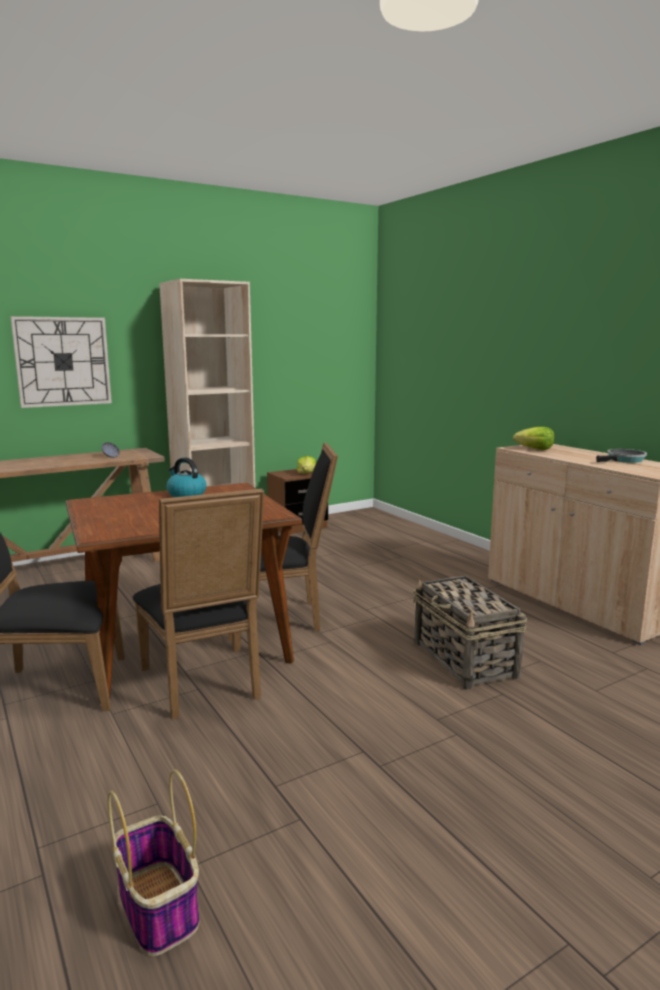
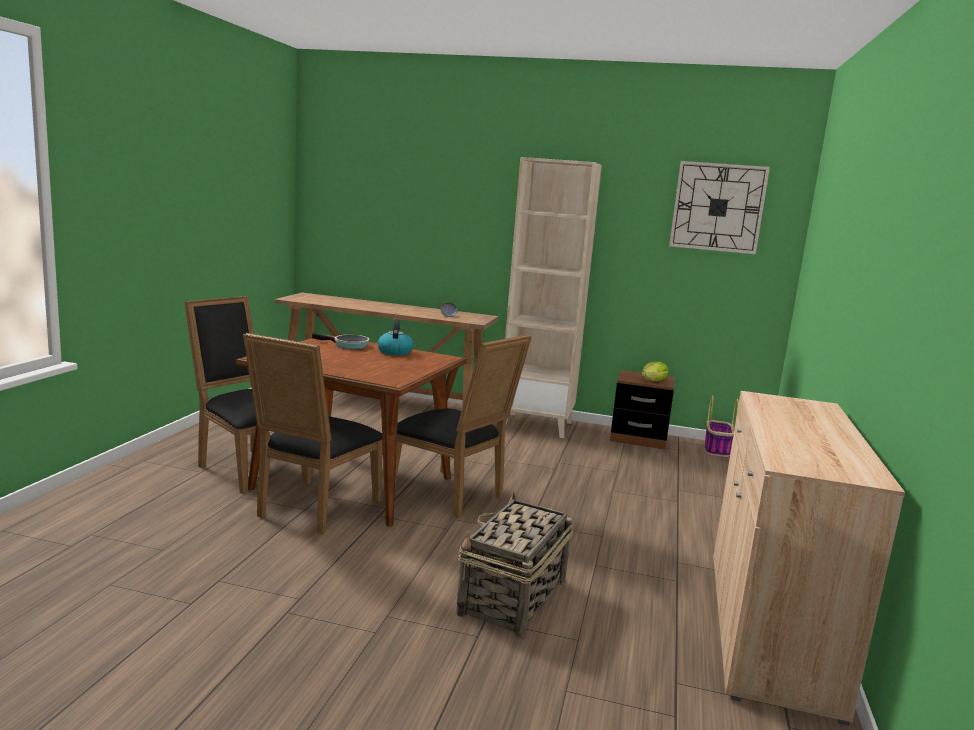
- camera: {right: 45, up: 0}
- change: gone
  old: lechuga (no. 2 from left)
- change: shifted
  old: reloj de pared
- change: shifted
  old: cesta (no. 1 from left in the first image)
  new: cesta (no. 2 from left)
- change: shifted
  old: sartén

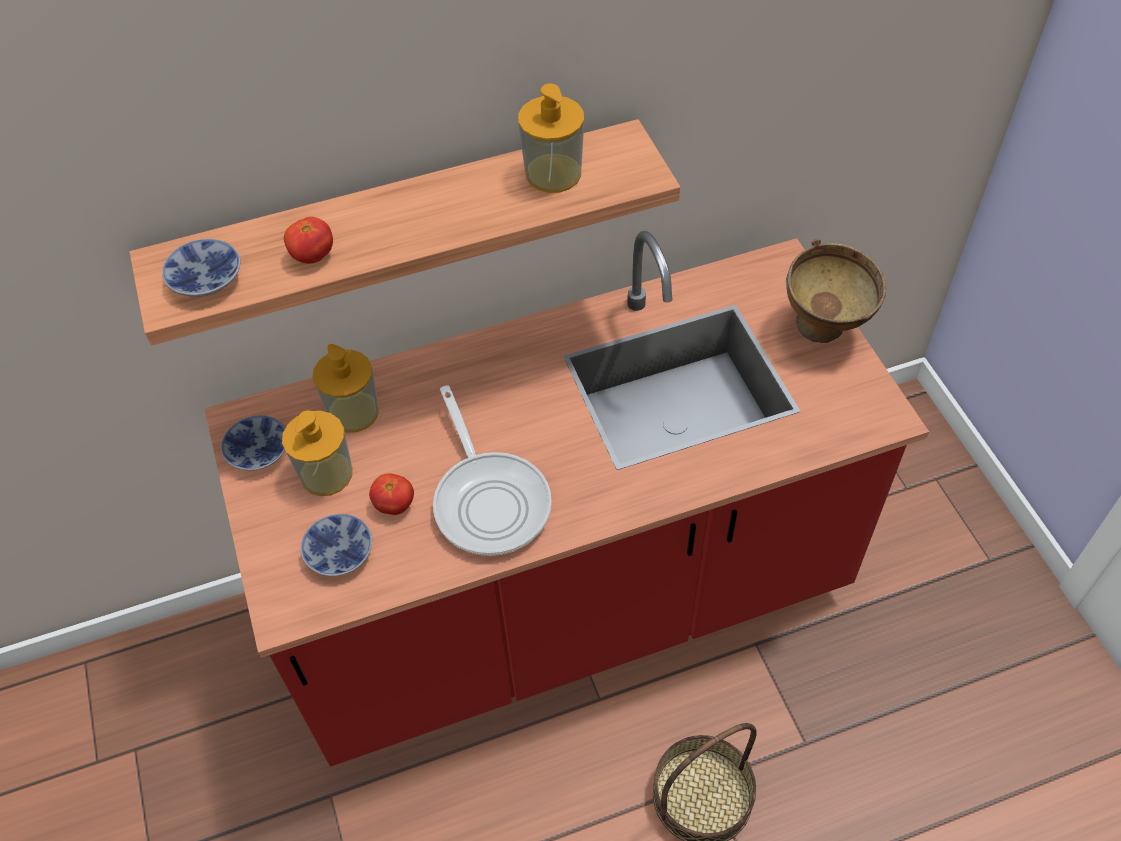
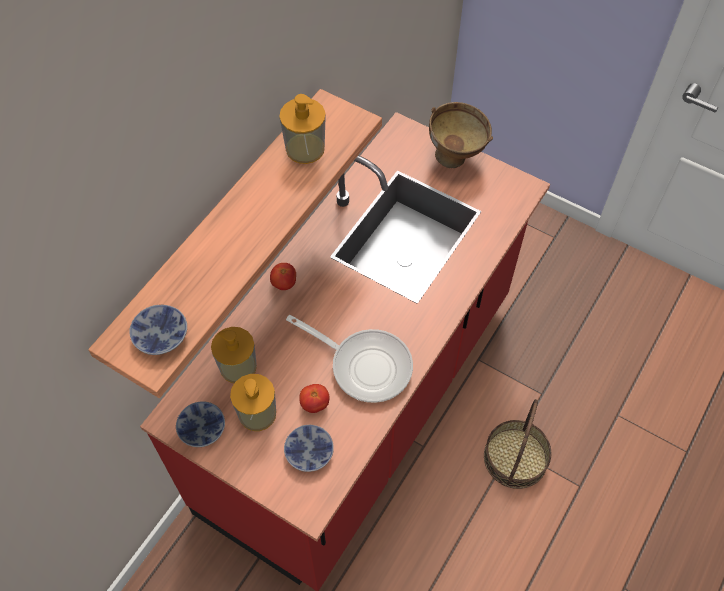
- camera: {right: -40, up: 5}
- change: shifted
  old: tomate (no. 1 from left)

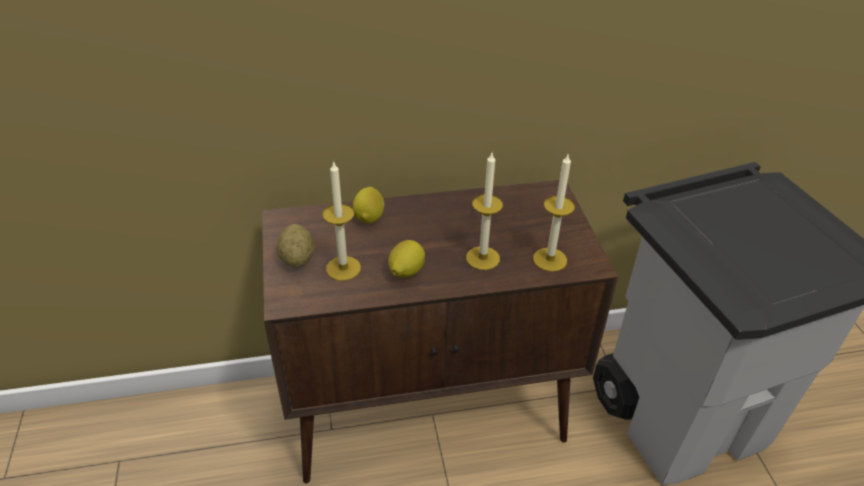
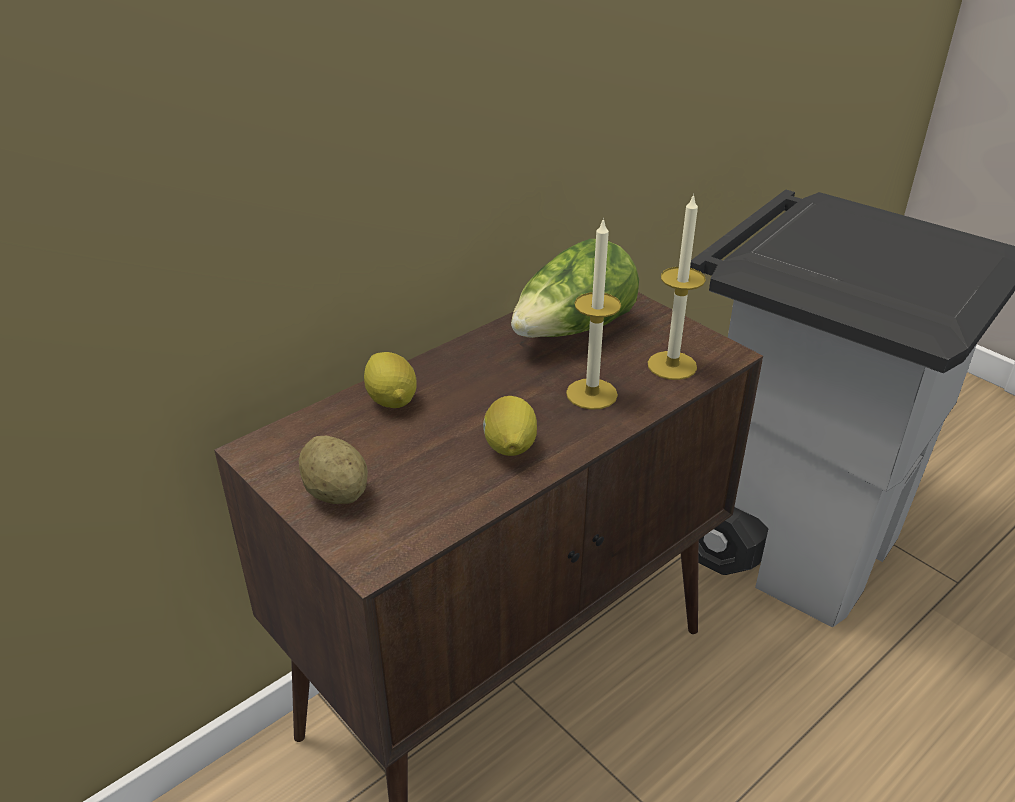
- camera: {right: -30, up: -5}
- change: gone
  old: vela (no. 1 from left)
- change: new
  new: lechuga

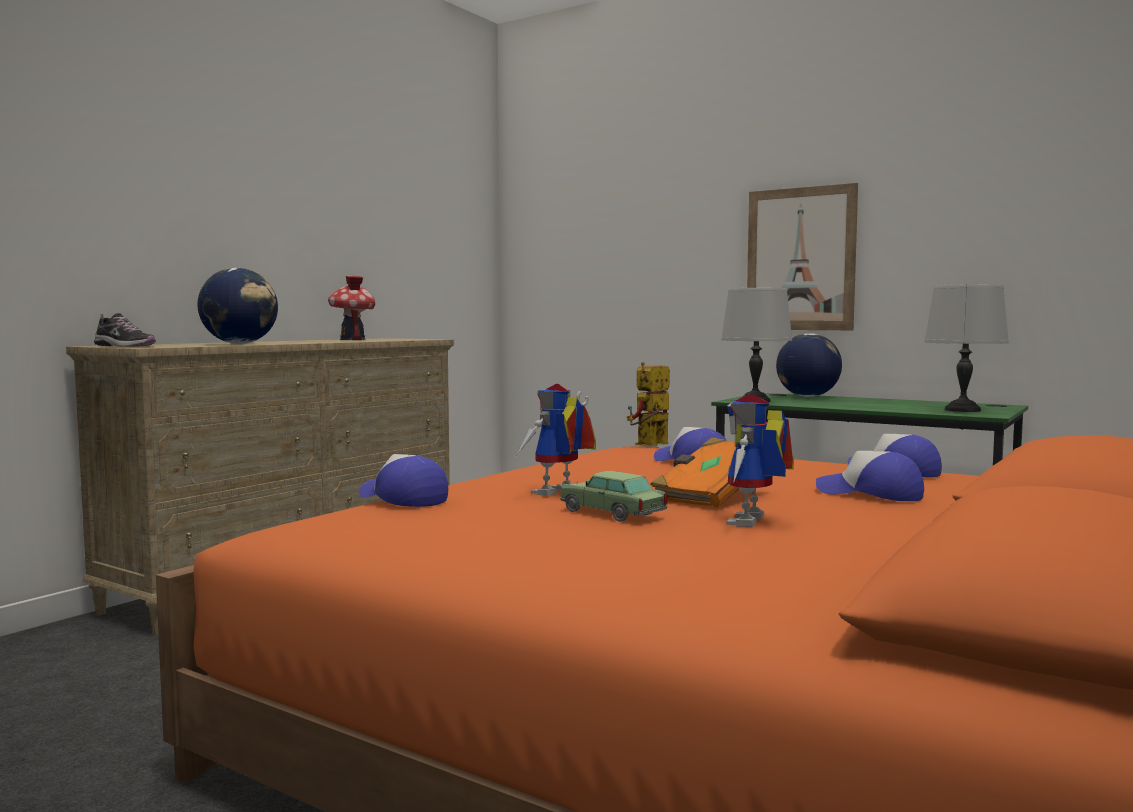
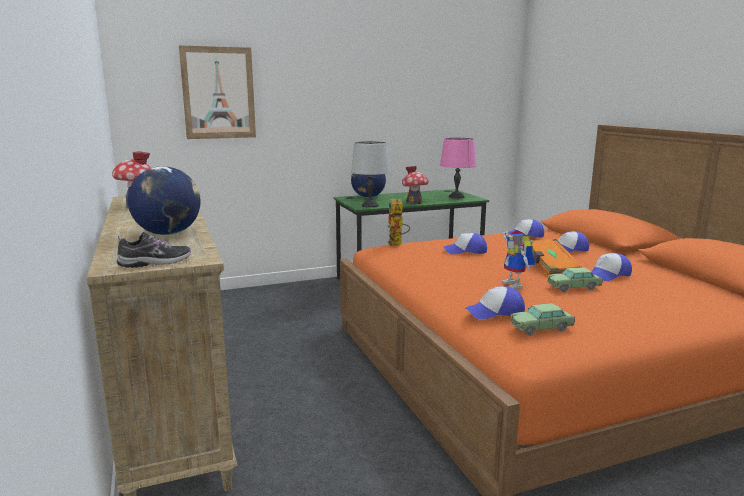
- camera: {right: -55, up: 10}
- change: new
  new: casita (no. 2 from left)
- change: new
  new: coche de juguete (no. 1 from left)
- change: shifted
  old: cuadro
- change: swapped
  old: robot de juguete (no. 3 from left)
  new: gorra (no. 5 from left)
- change: repainted
  old: lámpara de mesa [gris] (no. 2 from left)
  new: lámpara de mesa [rosa]

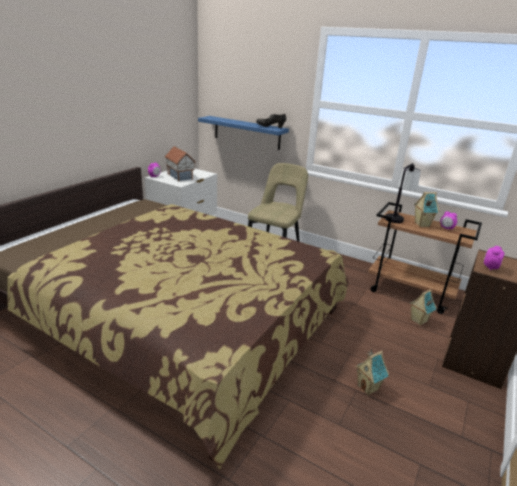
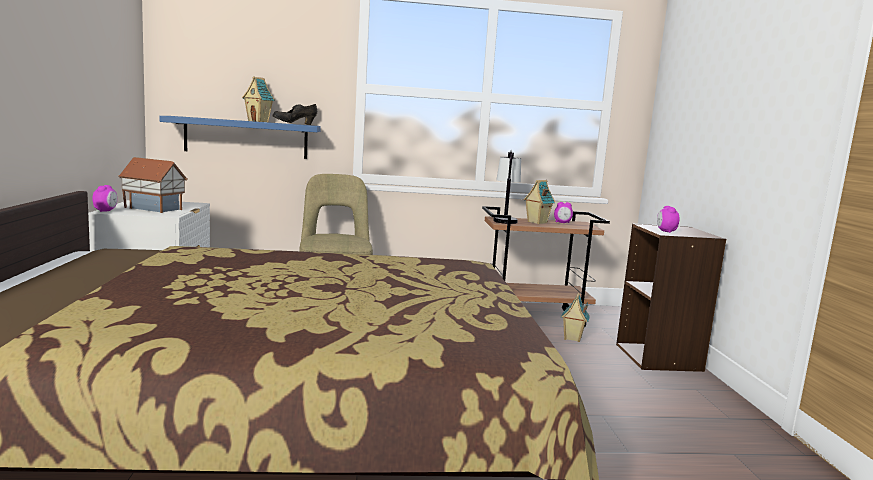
- camera: {right: -35, up: -15}
- change: shifted
  old: casita (no. 2 from left)

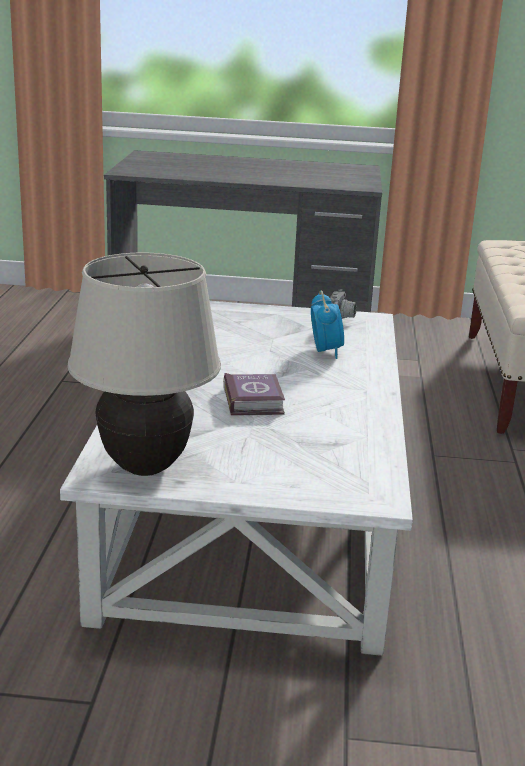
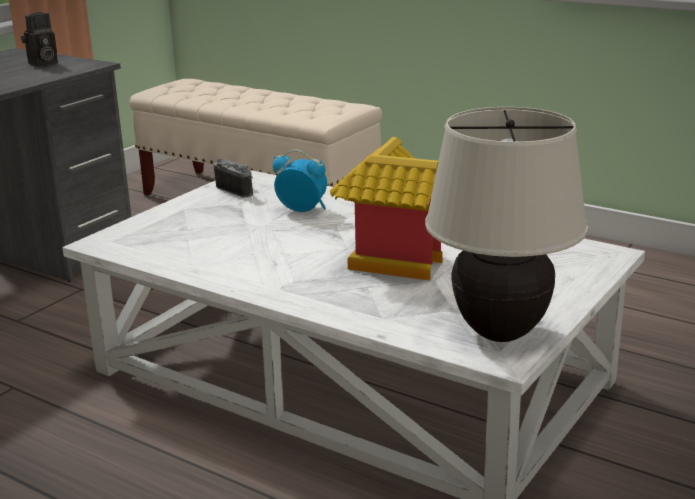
- camera: {right: -60, up: 0}
- change: new
  new: cámara (no. 1 from left)
- change: swapped
  old: libro
  new: casita

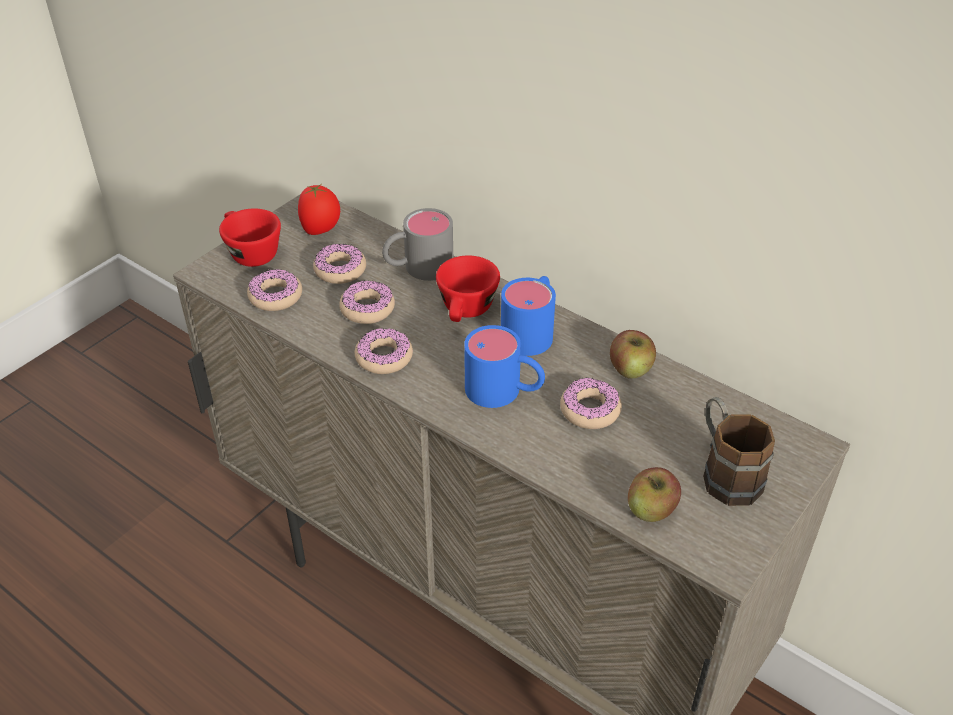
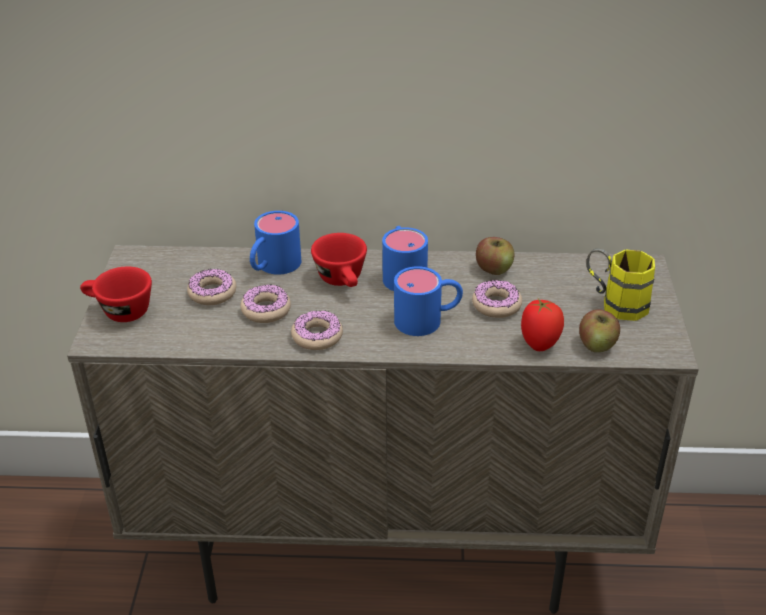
- camera: {right: -35, up: -5}
- change: gone
  old: rosquilla (no. 1 from left)
- change: shifted
  old: tomate
- change: repainted
  old: taza grande [gris]
  new: taza grande [azul] (no. 1 from left)
- change: repainted
  old: taza grande [marrón]
  new: taza grande [amarillo]

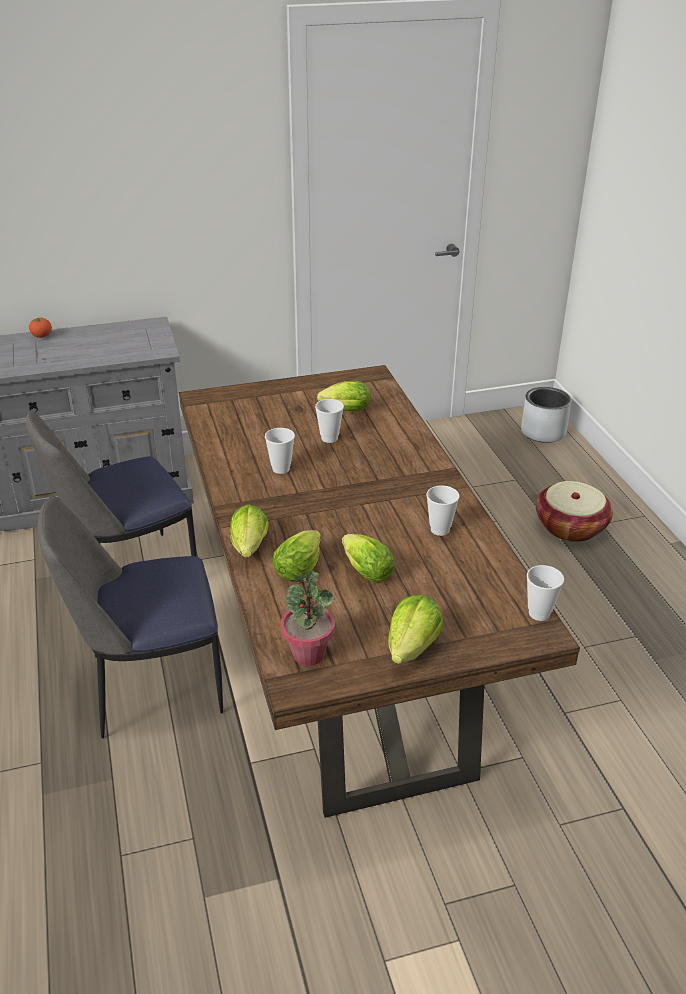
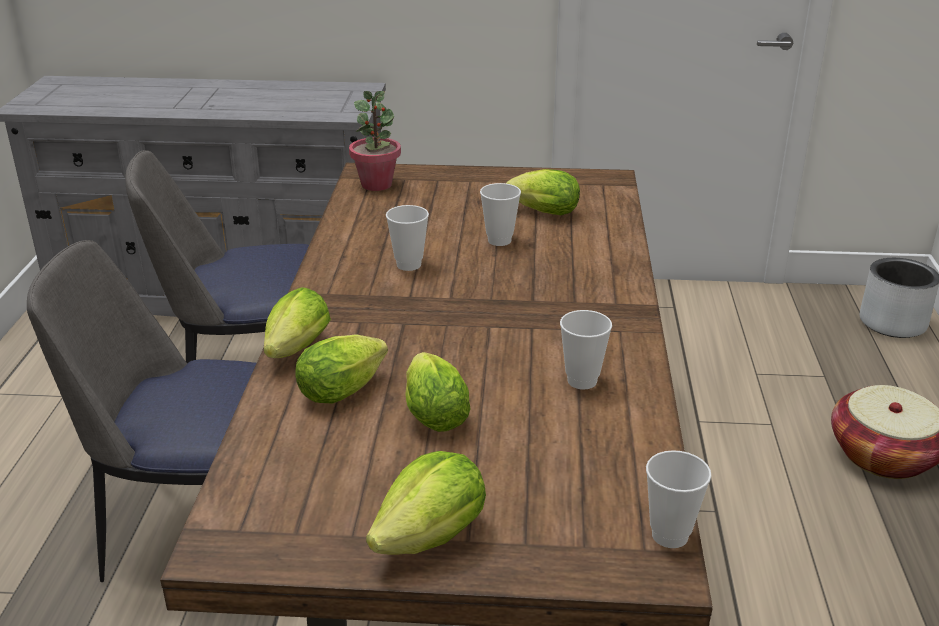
- camera: {right: 20, up: -5}
- change: gone
  old: tomate
- change: shifted
  old: planta en maceta

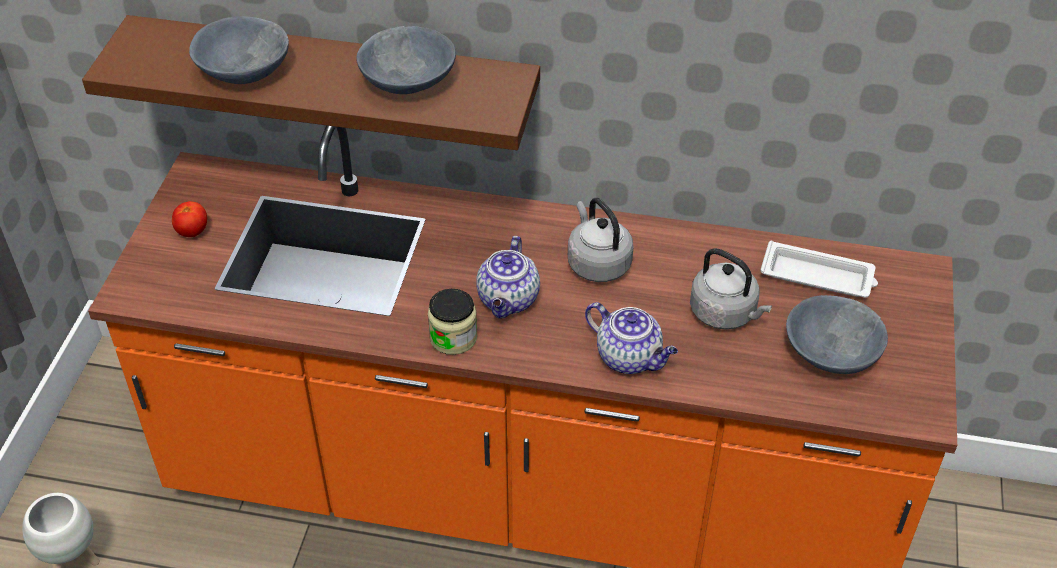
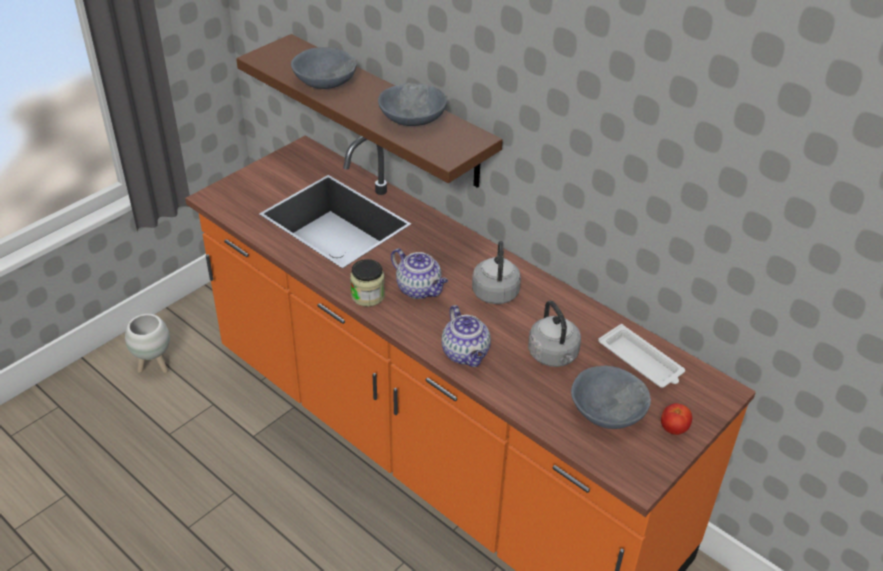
- camera: {right: 30, up: -5}
- change: shifted
  old: tomate
- change: rotated
  old: tetera (no. 1 from left)
  degrees: -90

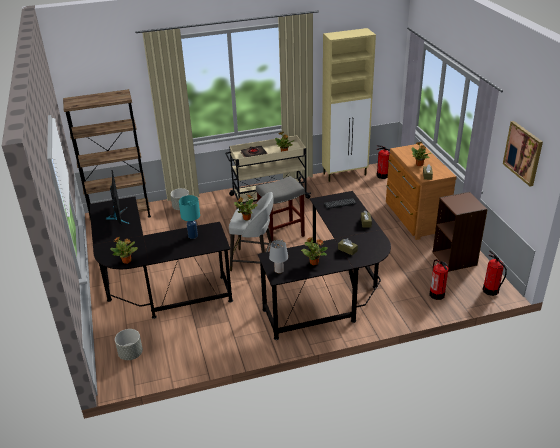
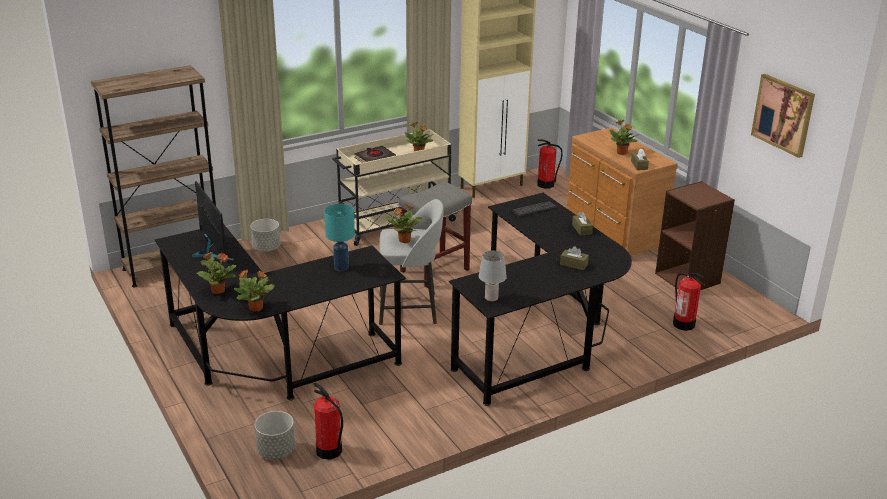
- camera: {right: -15, up: -5}
- change: shifted
  old: planta en maceta (no. 4 from left in the first image)
  new: planta en maceta (no. 1 from left)
- change: shifted
  old: extintor (no. 3 from left in the first image)
  new: extintor (no. 1 from left)

